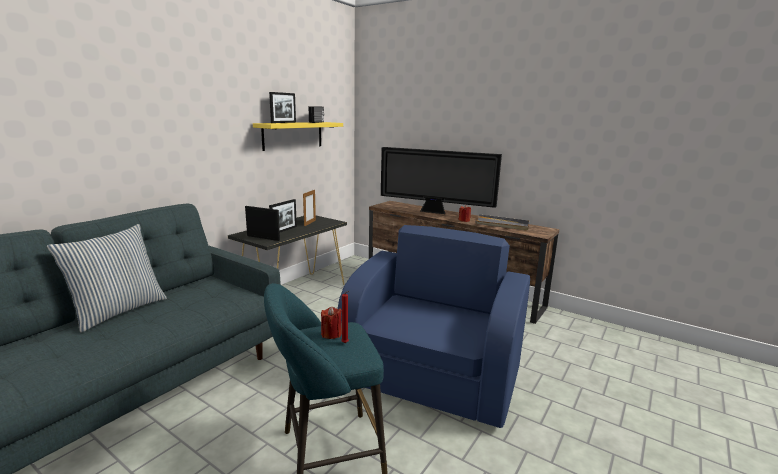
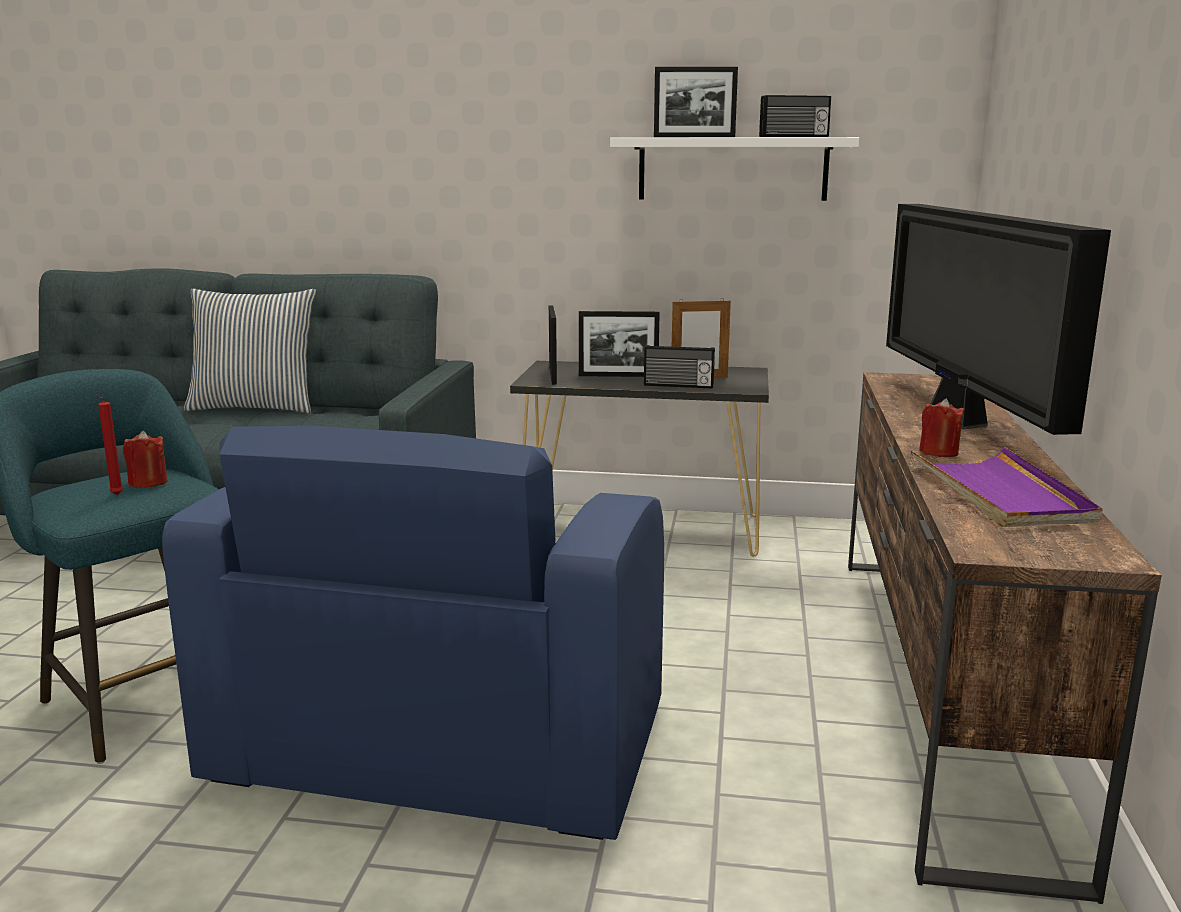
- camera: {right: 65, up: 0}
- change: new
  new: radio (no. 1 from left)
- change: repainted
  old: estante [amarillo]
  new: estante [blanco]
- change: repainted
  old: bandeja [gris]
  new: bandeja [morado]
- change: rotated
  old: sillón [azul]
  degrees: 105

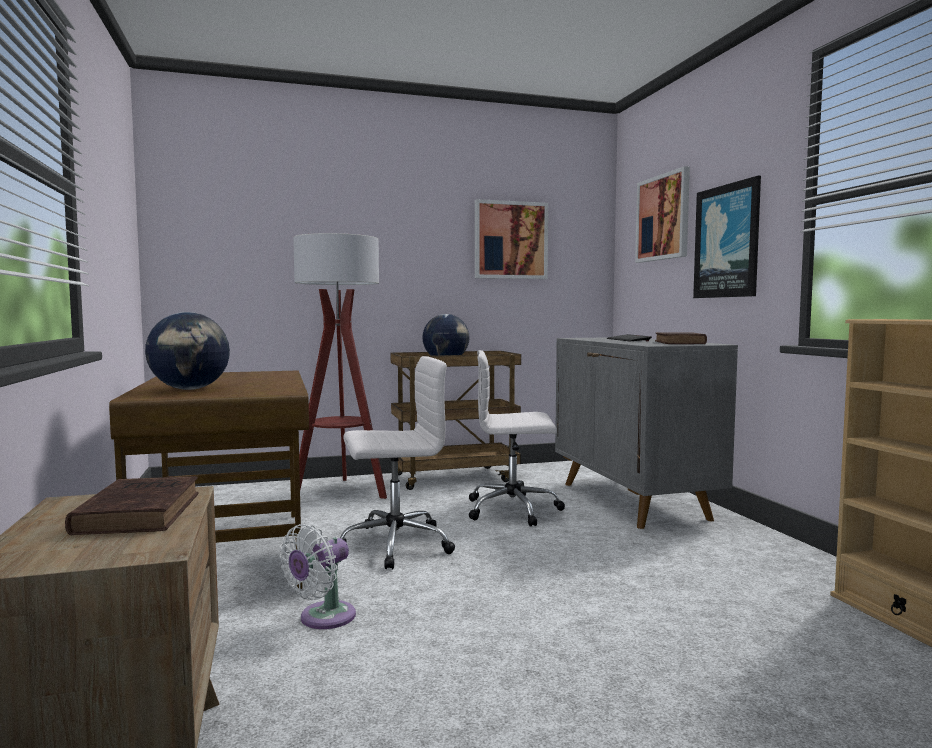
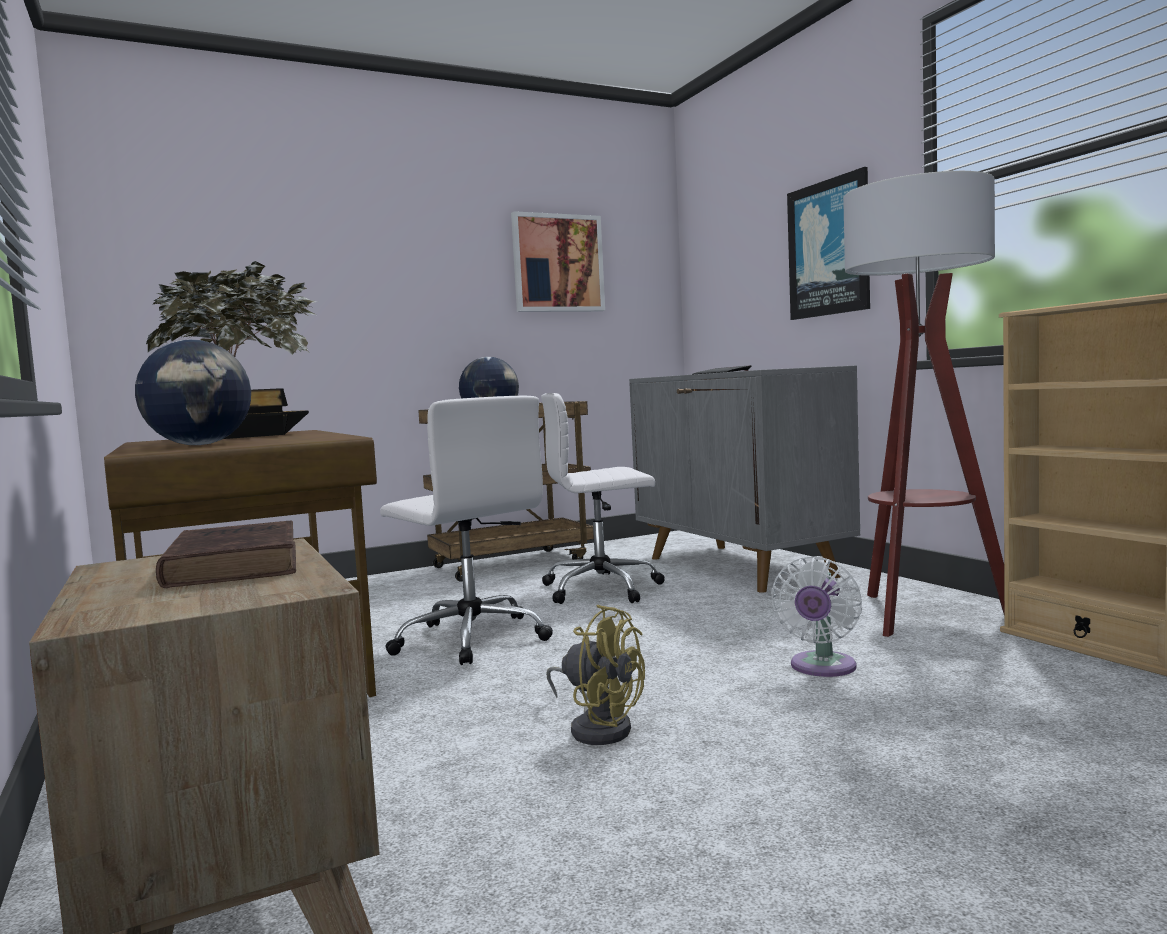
- camera: {right: -10, up: 0}
- change: gone
  old: cuadro (no. 2 from left)
- change: gone
  old: libro [marrón] (no. 2 from left)
- change: new
  new: planta en maceta
- change: new
  new: ventilador [amarillo]
- change: shifted
  old: ventilador [blanco]
- change: shifted
  old: lámpara de pie
- change: rotated
  old: silla de oficina [blanco] (no. 1 from left)
  degrees: 75

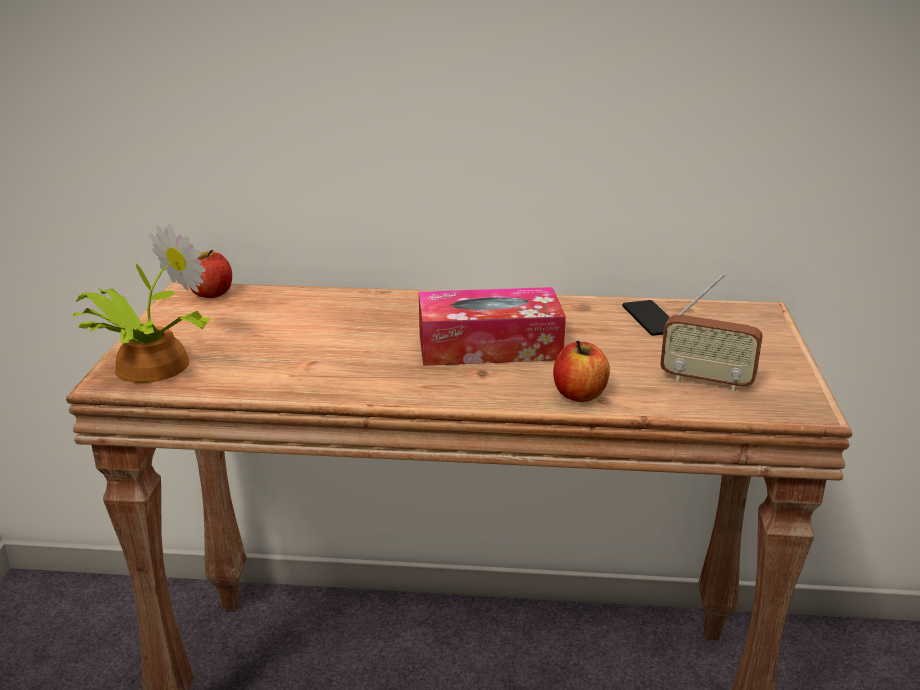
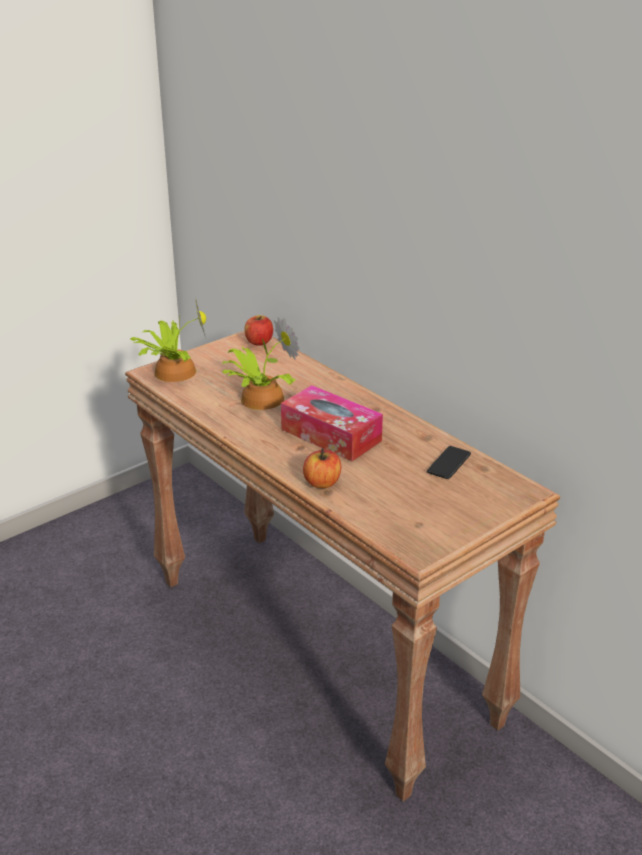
- camera: {right: 45, up: 5}
- change: gone
  old: radio
- change: new
  new: planta en maceta (no. 2 from left)

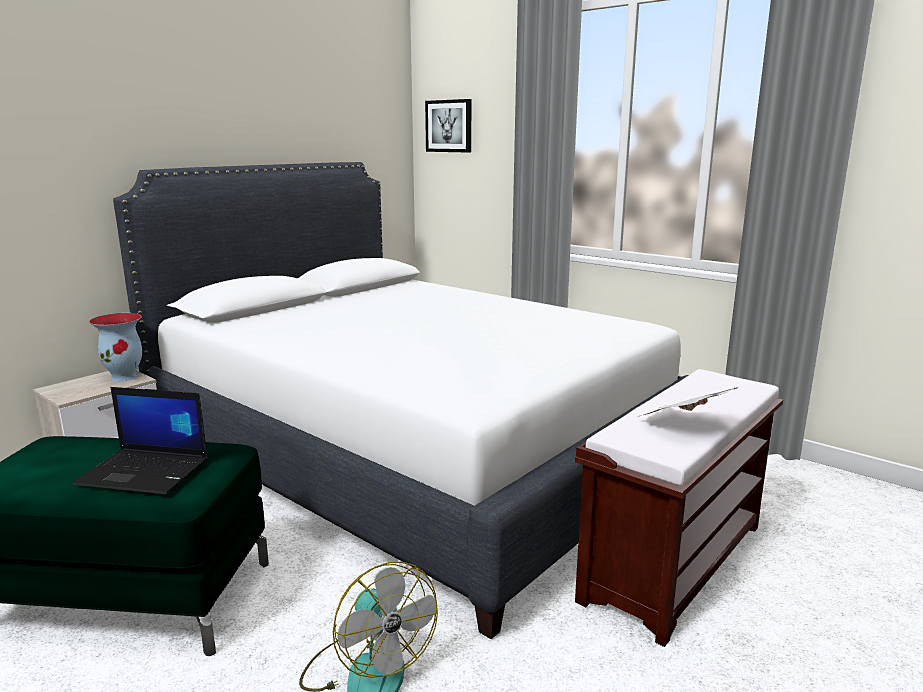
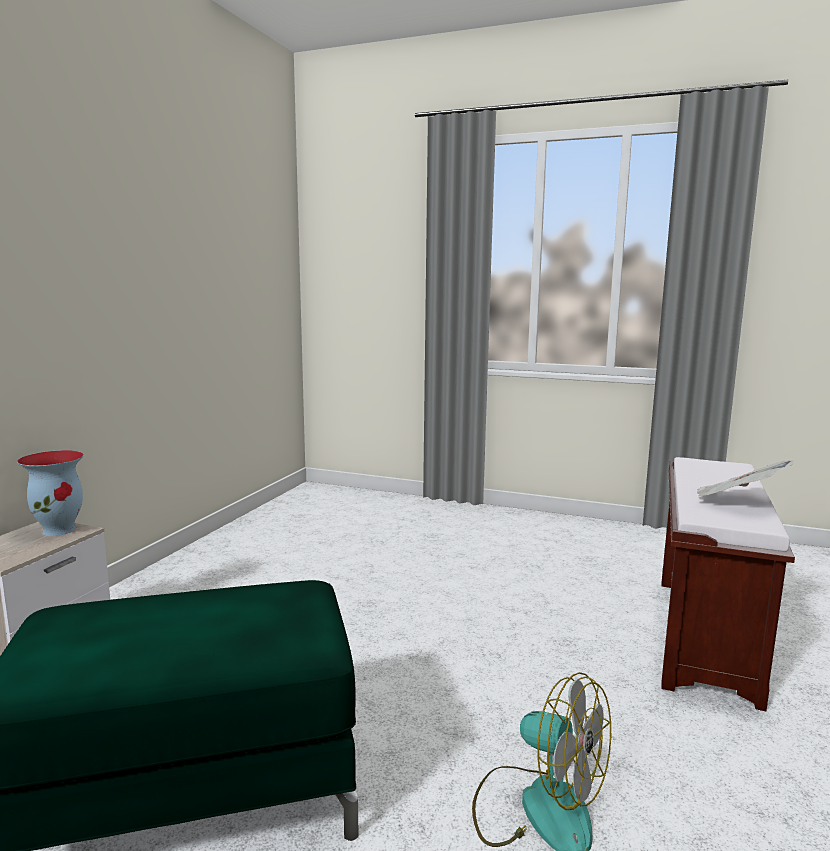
- camera: {right: -20, up: -5}
- change: gone
  old: portátil
- change: gone
  old: cama [blanco]
- change: gone
  old: cuadro

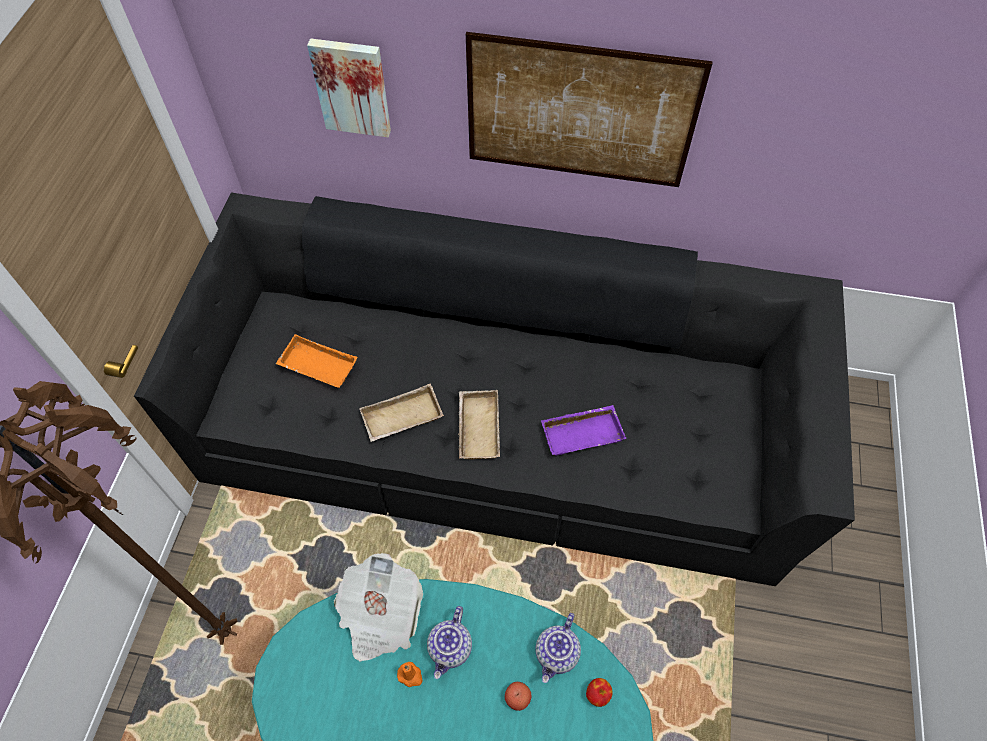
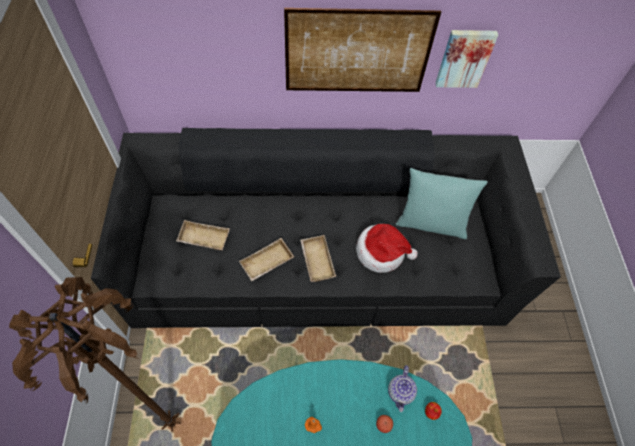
- camera: {right: -15, up: 0}
- change: gone
  old: periódico
- change: gone
  old: tetera (no. 1 from left)
- change: new
  new: cojín [turquesa]
- change: shifted
  old: cuadro (no. 1 from left in the first image)
  new: cuadro (no. 2 from left)
- change: swapped
  old: bandeja [morado]
  new: sombrero
- change: repainted
  old: bandeja [naranja]
  new: bandeja [beis] (no. 1 from left)

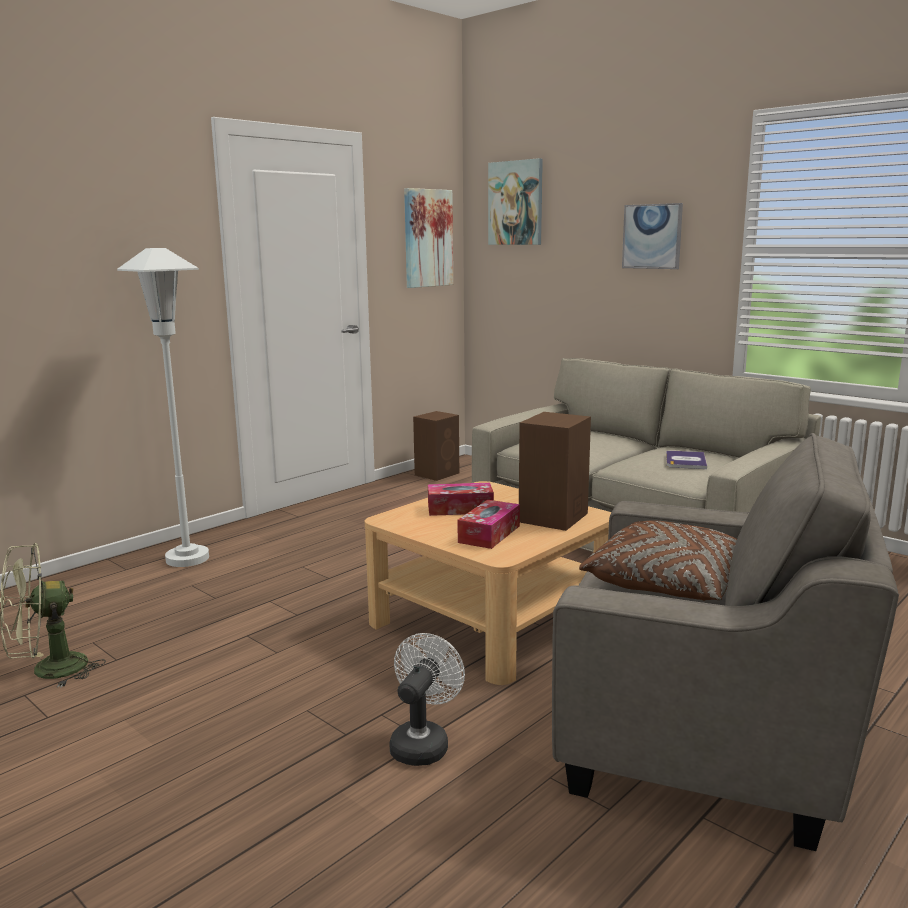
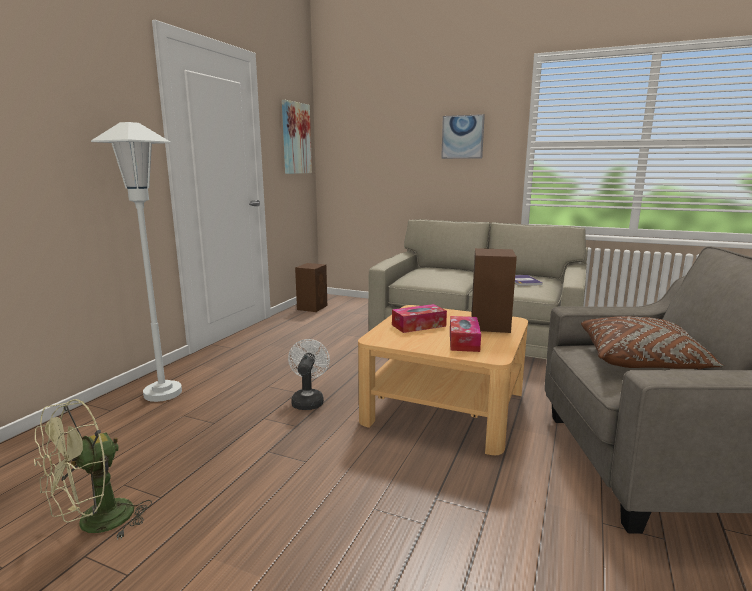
- camera: {right: -20, up: 0}
- change: gone
  old: cuadro (no. 2 from left)
- change: shifted
  old: ventilador [blanco]

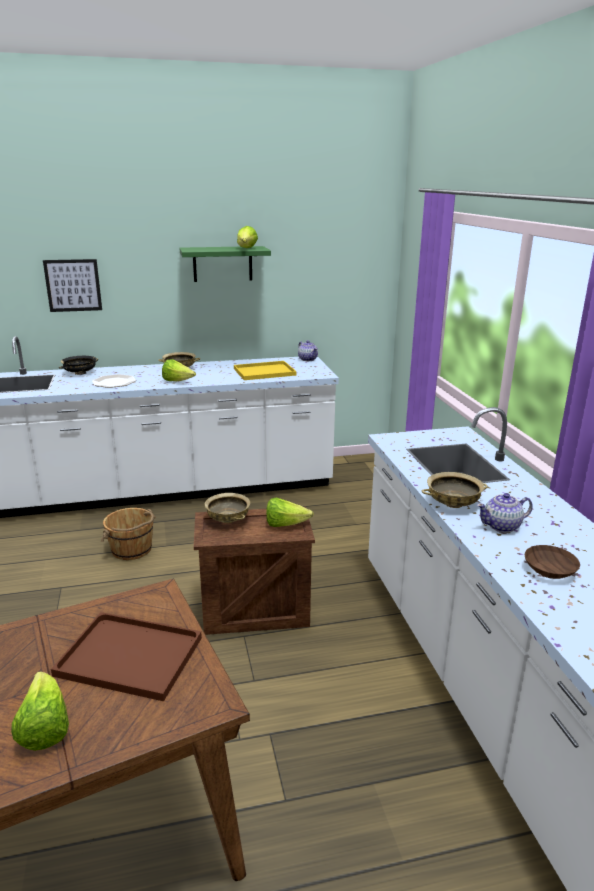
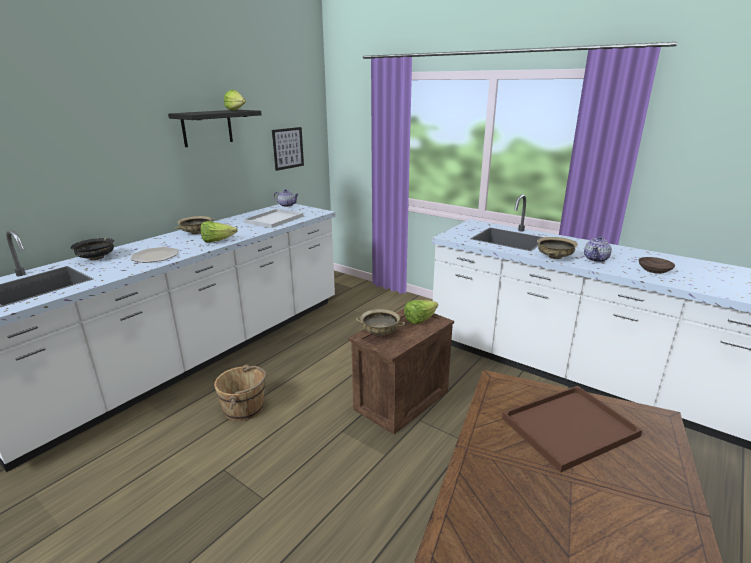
- camera: {right: -40, up: 0}
- change: gone
  old: lechuga (no. 1 from left)
- change: shifted
  old: cuadro
- change: repainted
  old: estante [verde]
  new: estante [negro]
- change: repainted
  old: bandeja [amarillo]
  new: bandeja [blanco]

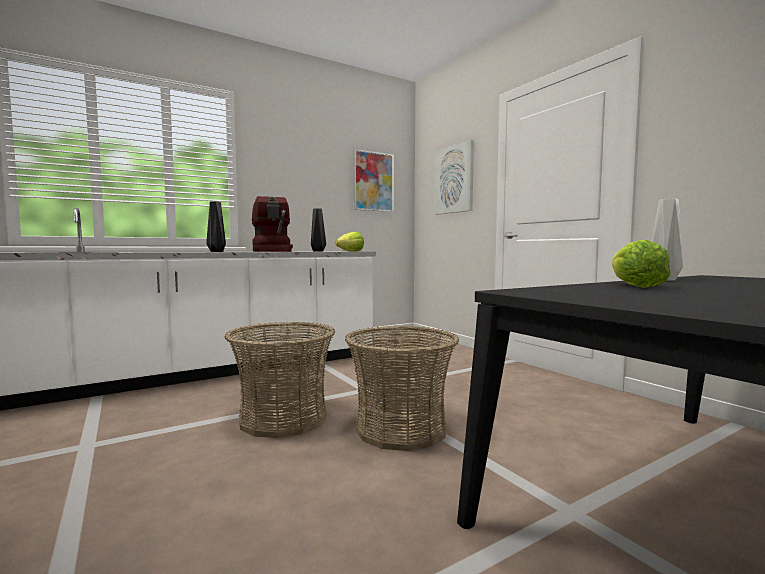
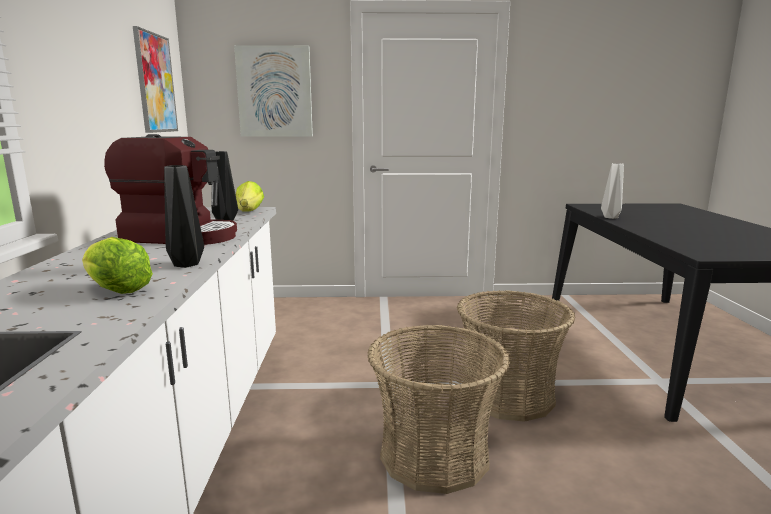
- camera: {right: -60, up: 10}
- change: shifted
  old: lechuga (no. 2 from left in the first image)
  new: lechuga (no. 1 from left)

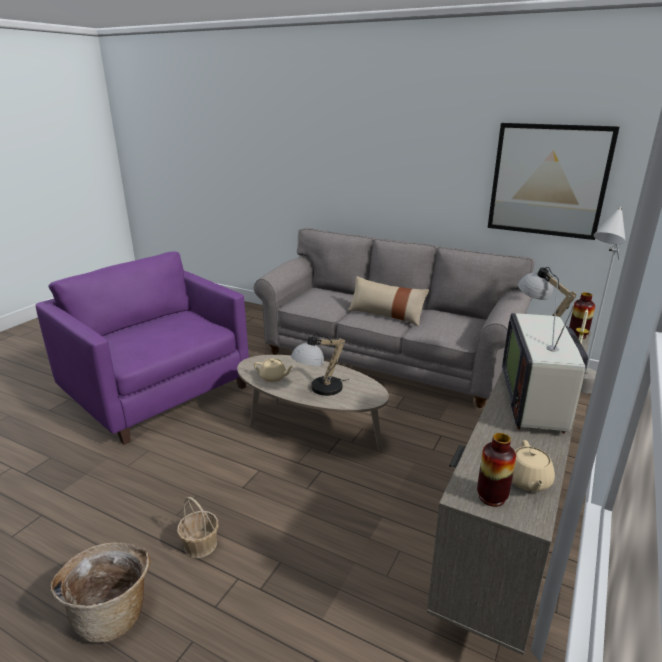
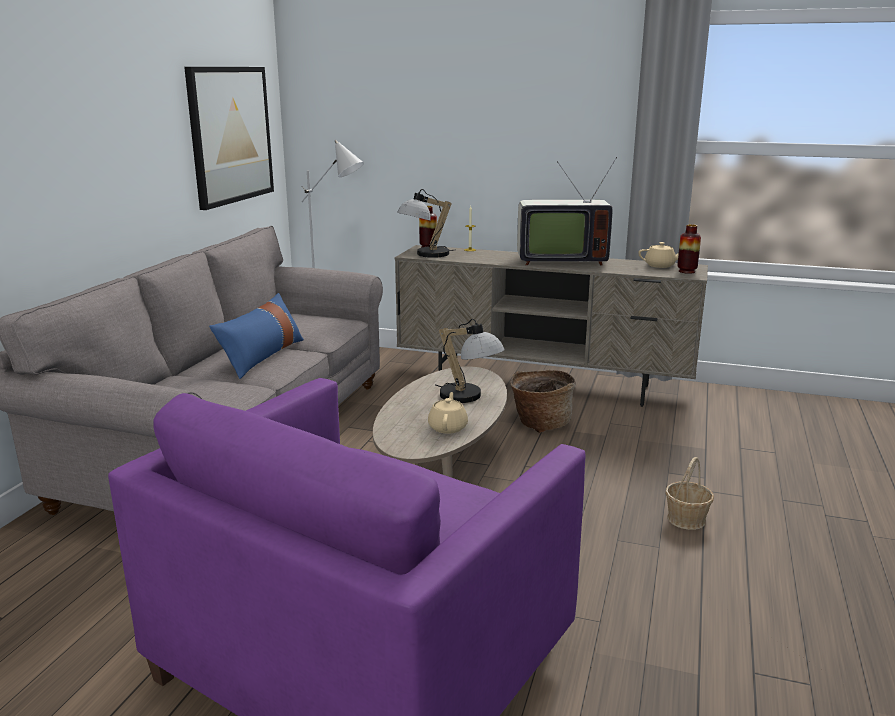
- camera: {right: -100, up: -5}
- change: shifted
  old: cesta (no. 1 from left)
- change: repainted
  old: cojín [beis]
  new: cojín [azul]

